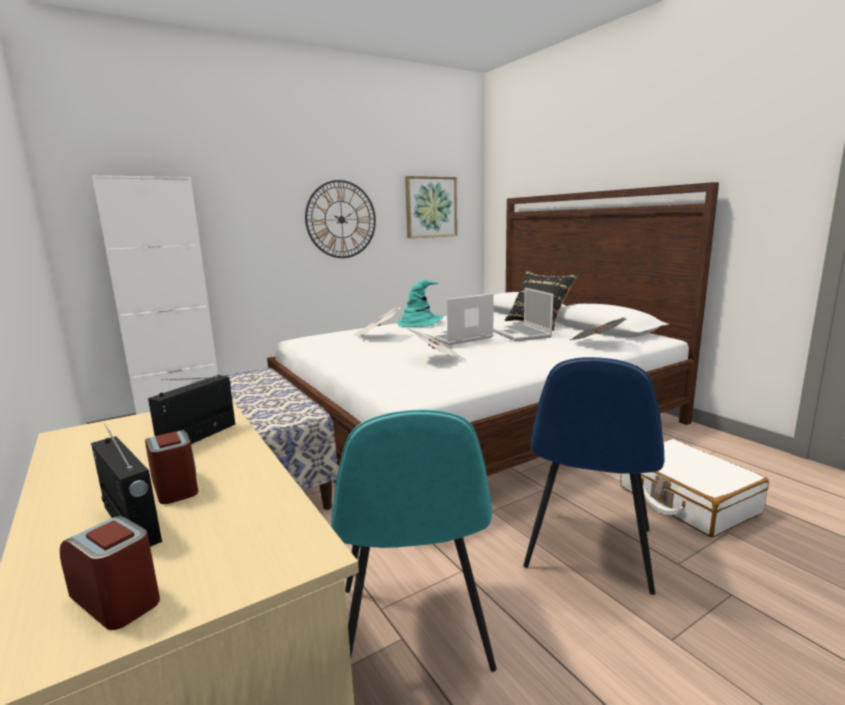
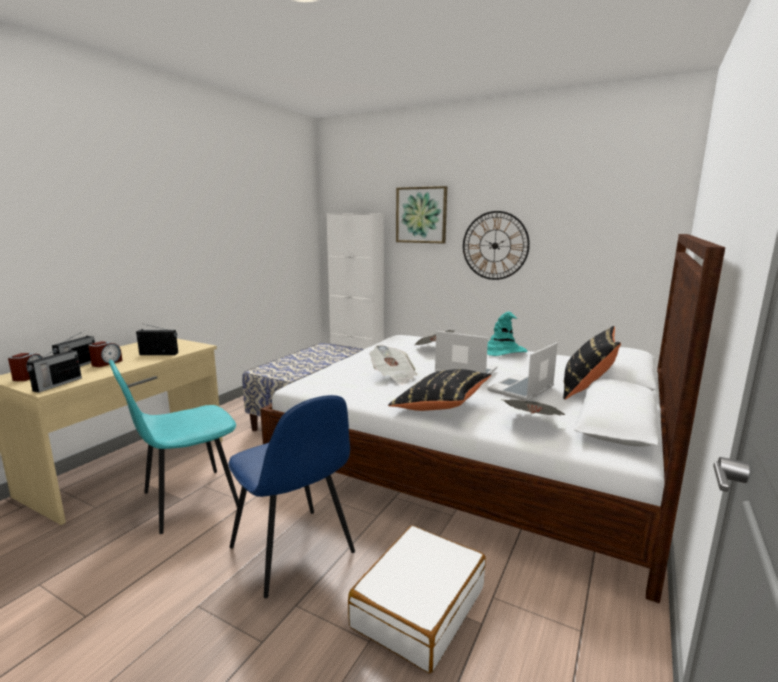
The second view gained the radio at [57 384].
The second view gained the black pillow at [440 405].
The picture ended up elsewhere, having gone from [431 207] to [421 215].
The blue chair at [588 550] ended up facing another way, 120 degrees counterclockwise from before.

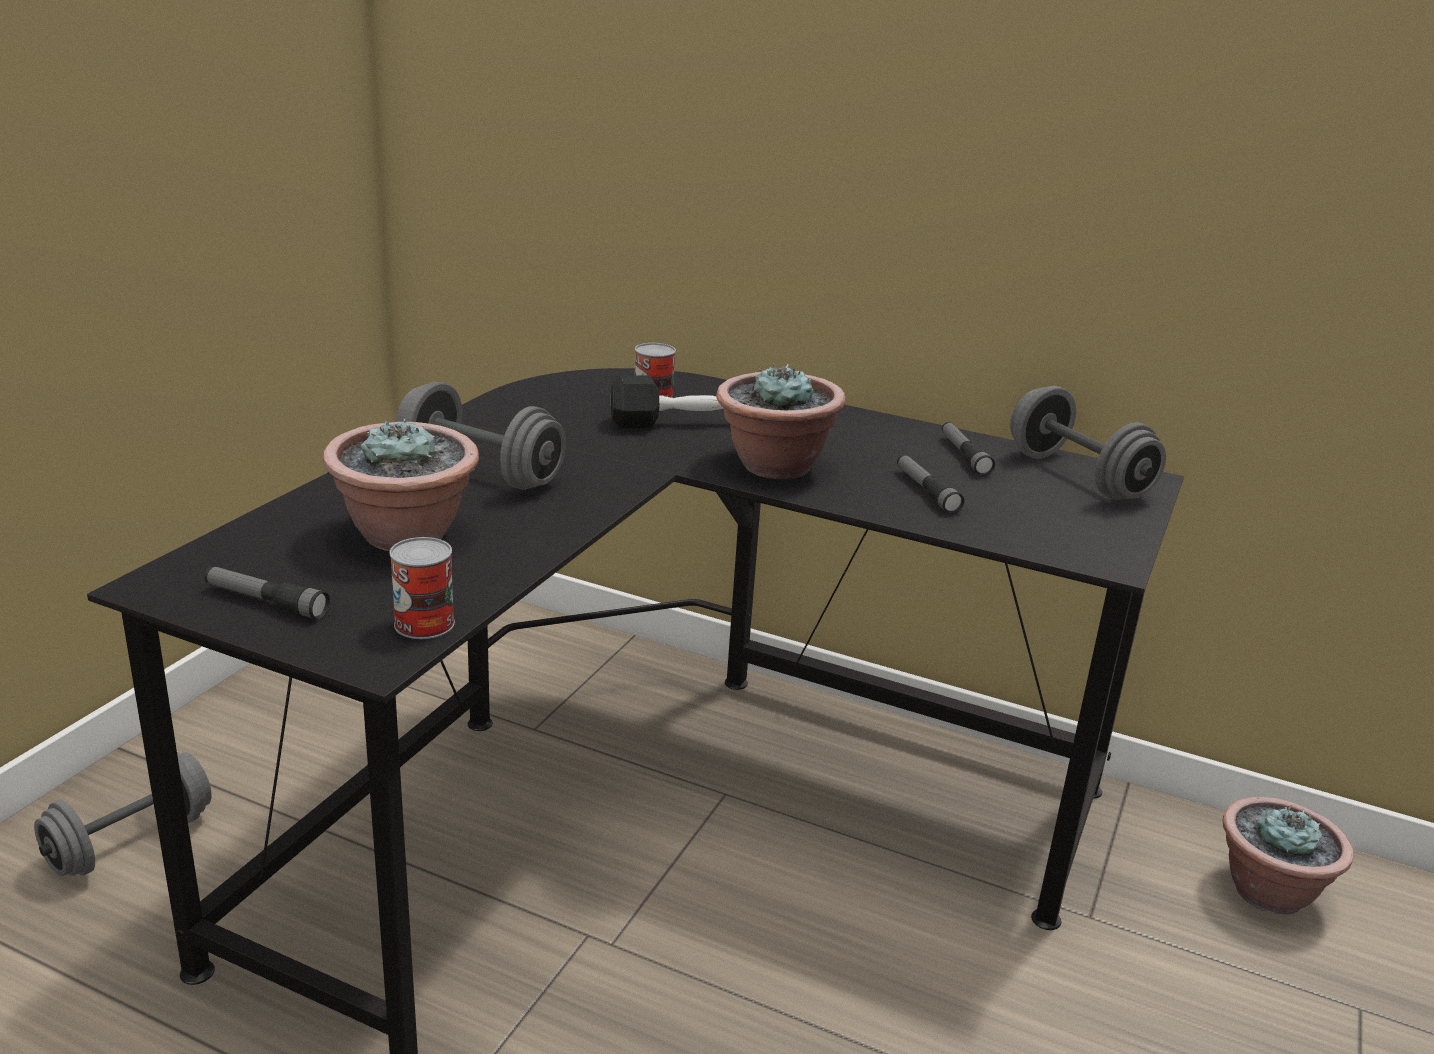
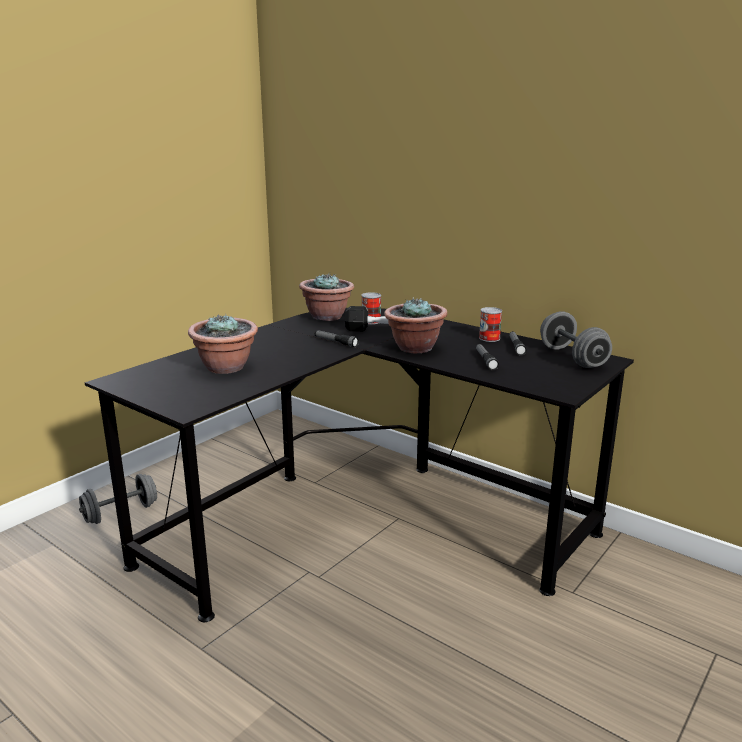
The second view lost the grey dumbbell at [481 472].
The flashlight ended up elsewhere, having gone from [266 602] to [336 342].
The can ended up elsewhere, having gone from [424 624] to [489 338].
The potted plant ended up elsewhere, having gone from [1268 892] to [327 317].

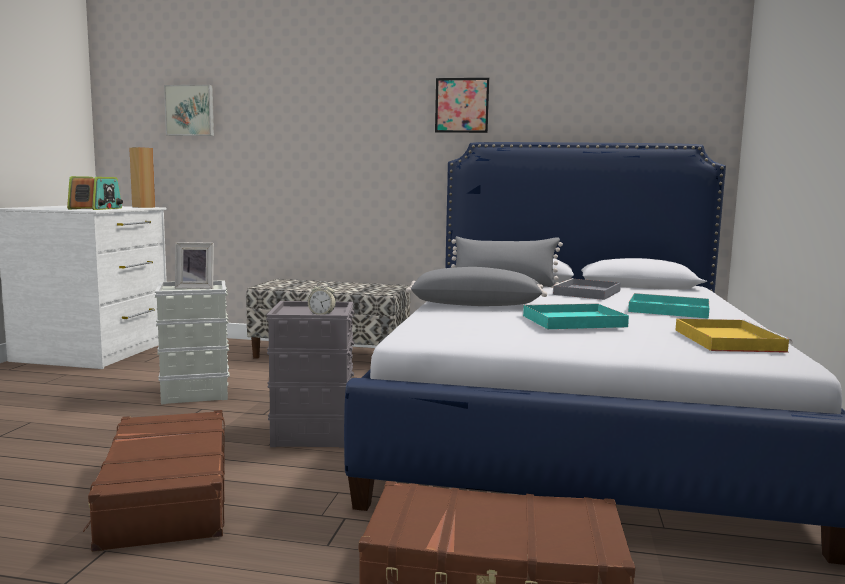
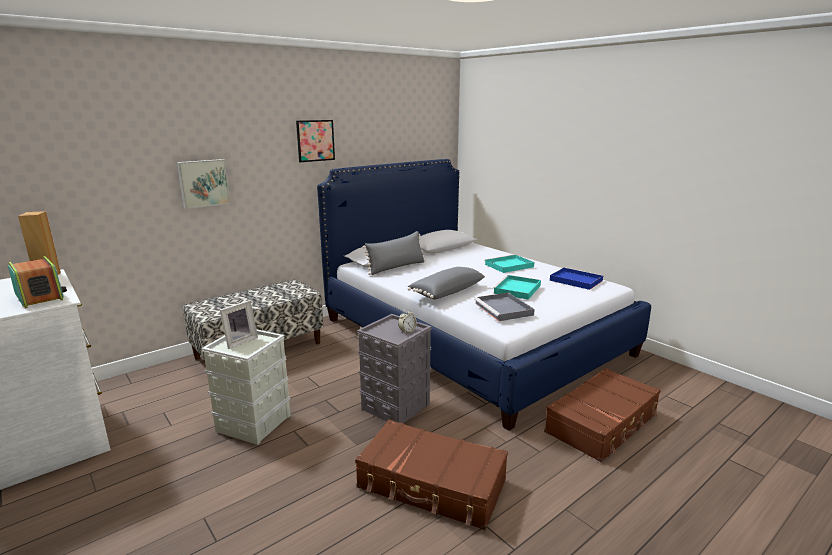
The picture ended up elsewhere, having gone from [190 110] to [203 183].
The grey tray ended up elsewhere, having gone from [587 293] to [504 309].
What was the yellow tray at [726 340] turned into the blue tray at [575 280].

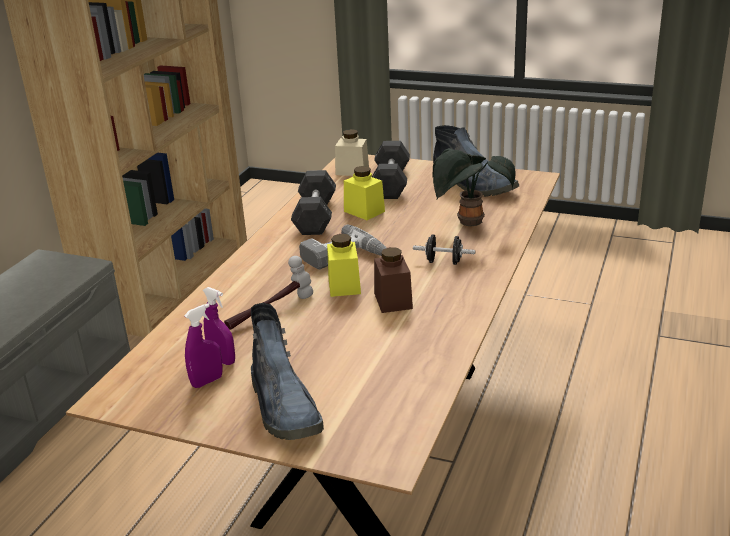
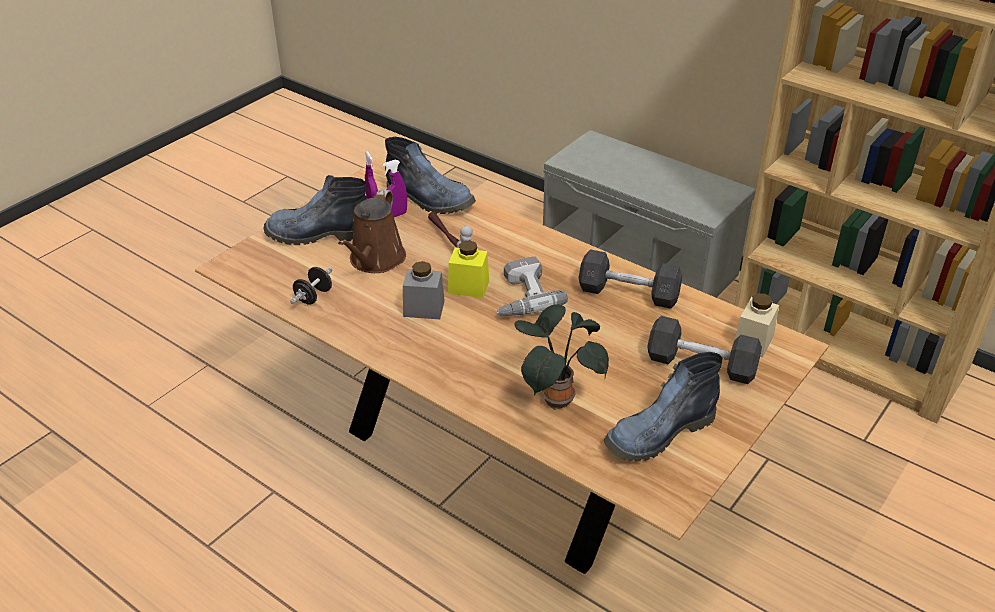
The second view lost the yellow jar at [364 211].
The second view gained the brown watering can at [375 260].
The second view gained the boot at [431 200].
The black dumbbell ended up elsewhere, having gone from [444 262] to [314 296].
What was the brown jar at [393 301] turned into the grey jar at [424 308].

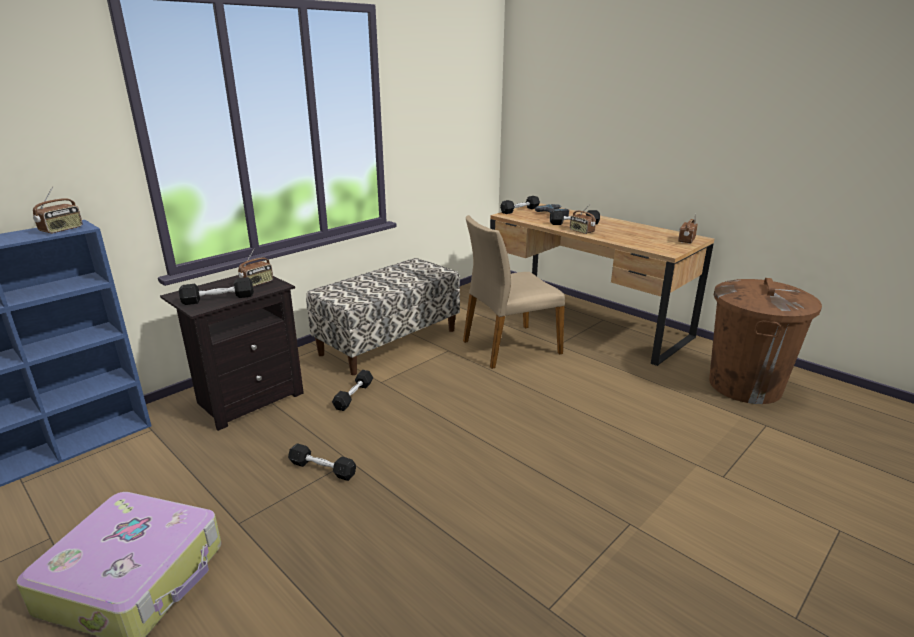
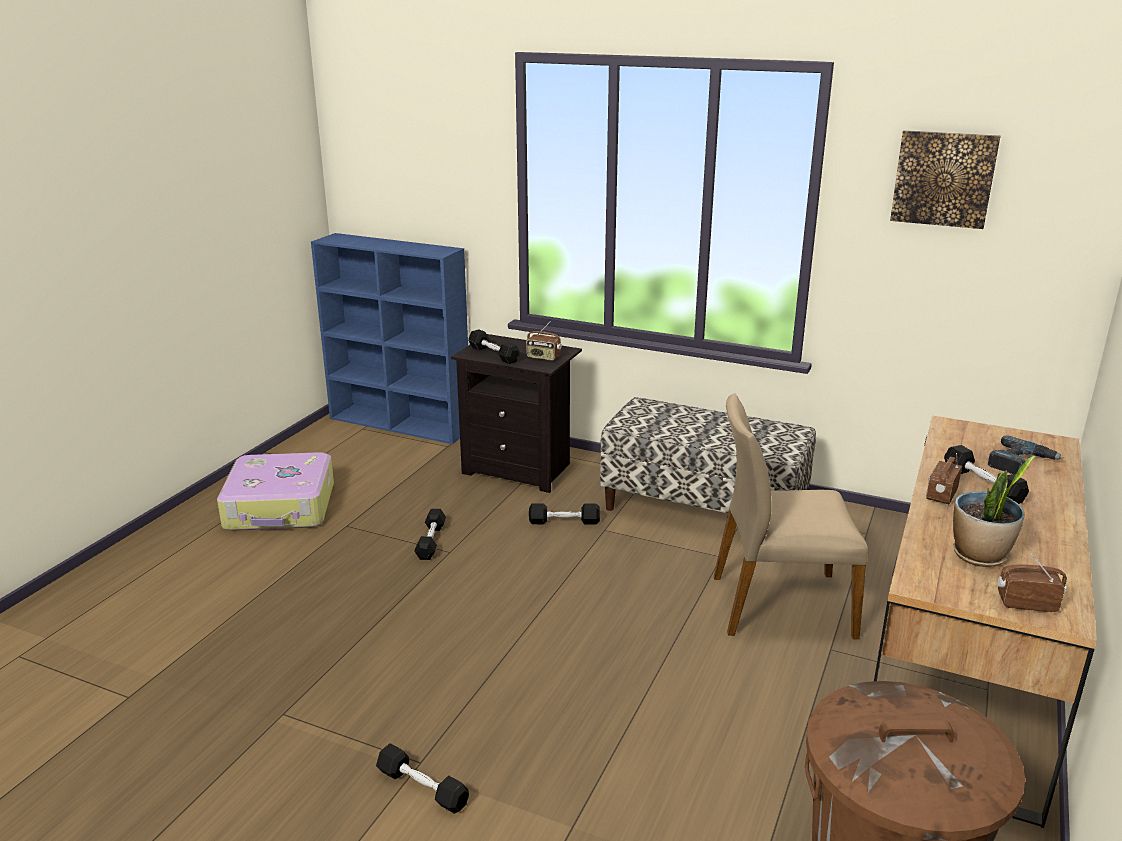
The second view lost the radio at [62 230].
The second view gained the picture at [943 178].
The second view gained the potted plant at [980 555].
The black dumbbell ended up elsewhere, having gone from [519 210] to [422 788].
The beige chair at [509 346] ended up facing another way, 45 degrees counterclockwise from before.

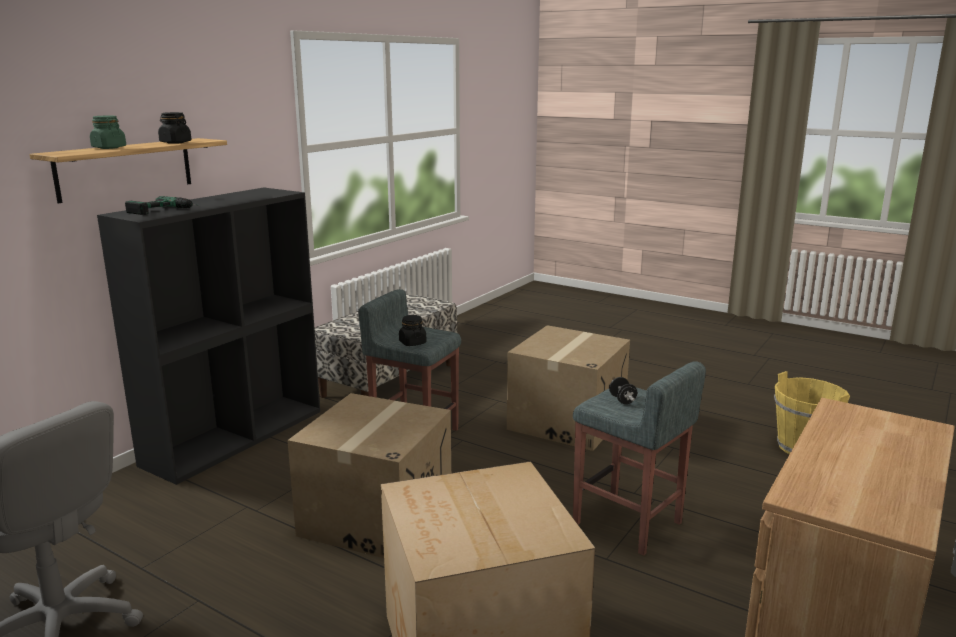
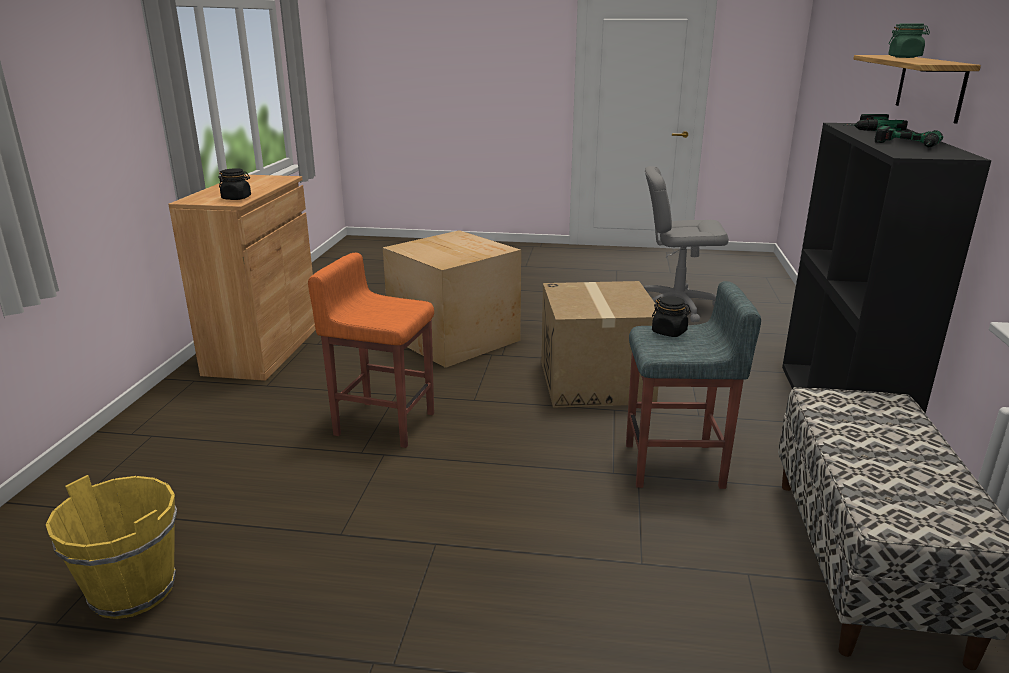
The second view lost the cardboard box at [567 421].
The second view lost the black dumbbell at [622 400].
The second view gained the power drill at [905 145].
The black jar ended up elsewhere, having gone from [175 142] to [236 198].
What was the grey stool at [628 523] turned into the orange stool at [383 423].

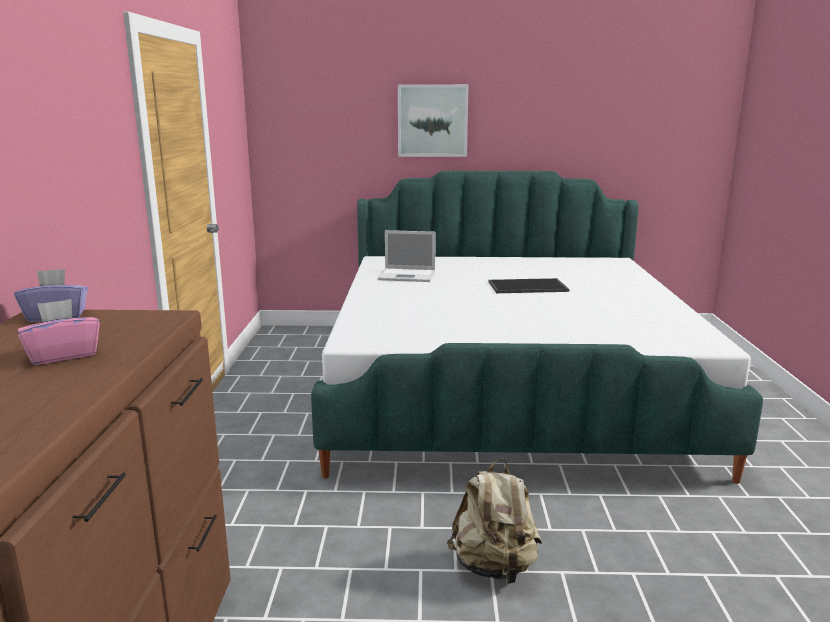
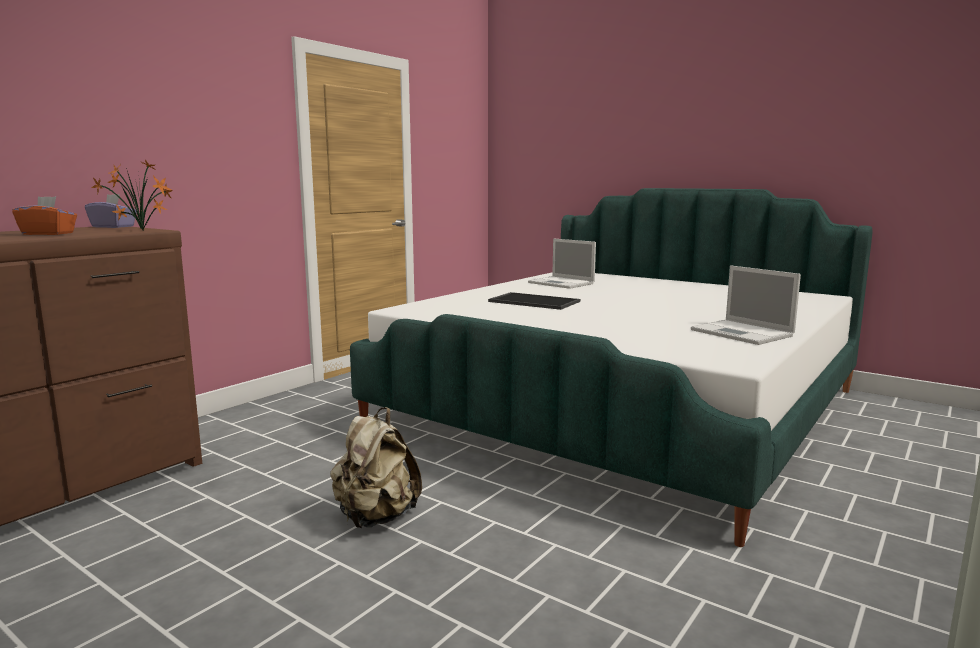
The second view lost the picture at [432 120].
The second view gained the potted plant at [143 231].
The second view gained the laptop at [743 333].
The tray ended up elsewhere, having gone from [527 287] to [532 302].
What was the pink tissue box at [63 355] turned into the orange tissue box at [48 234].

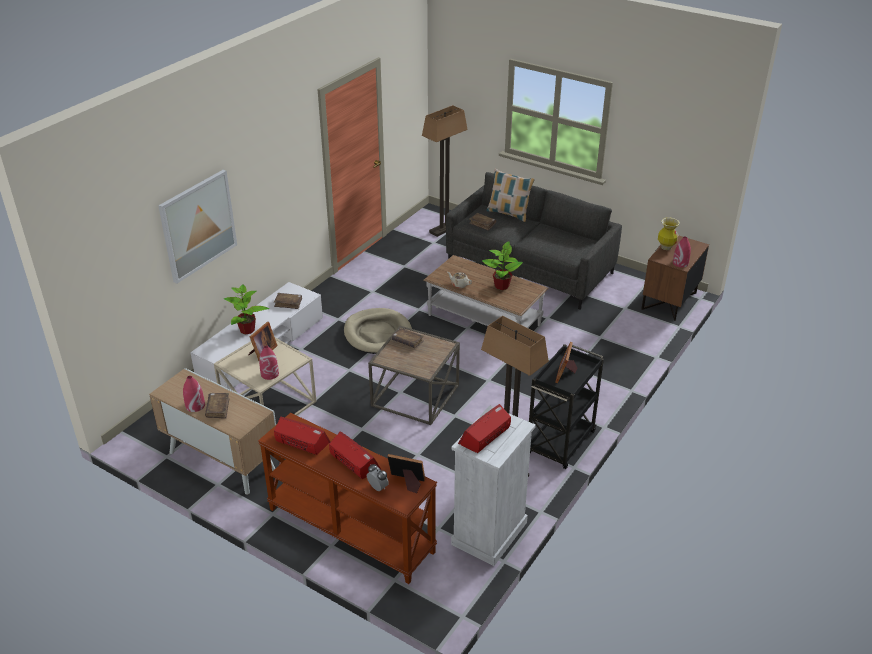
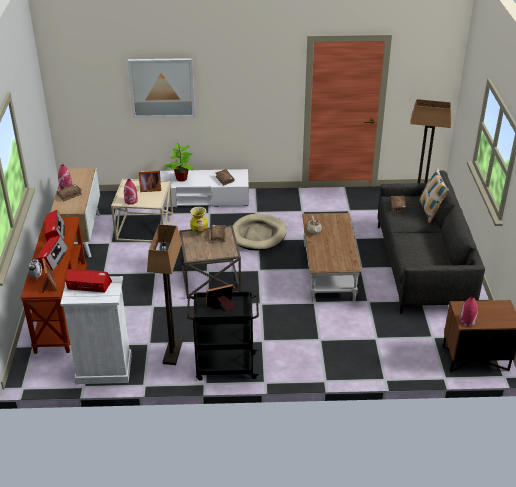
The second view lost the potted plant at [502 286].
The vase ended up elsewhere, having gone from [666 247] to [199 233].

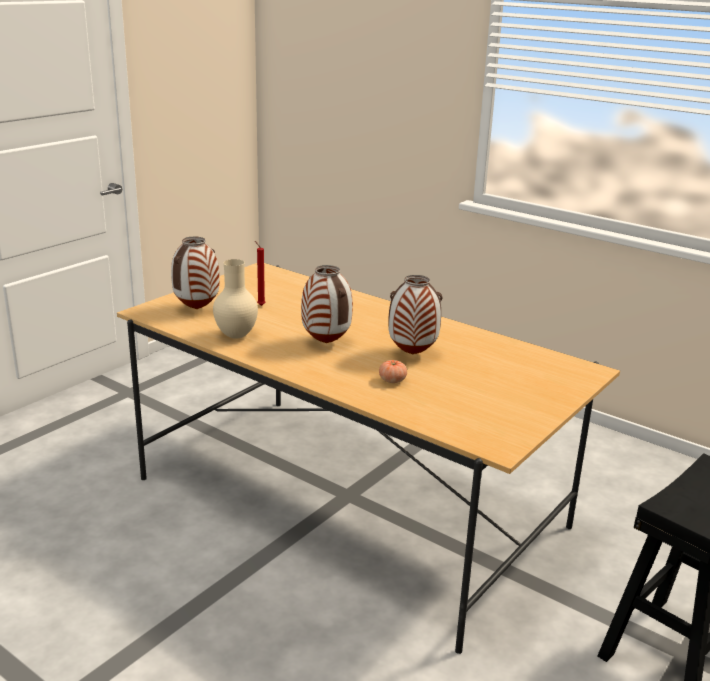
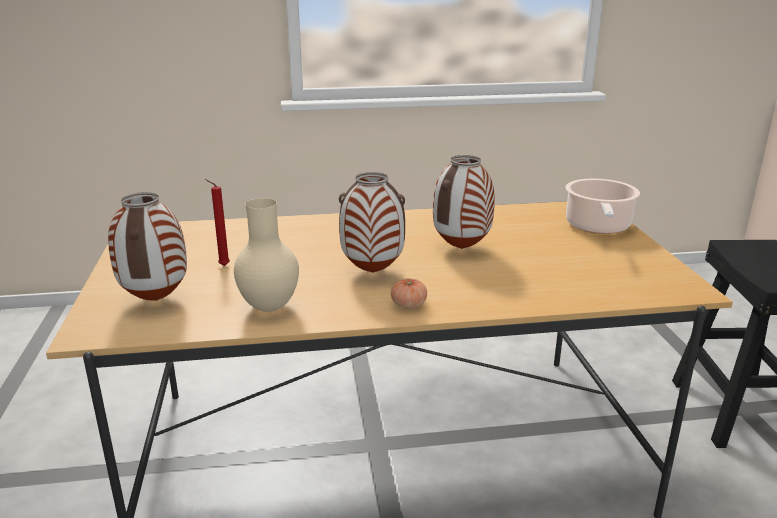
The second view gained the cooking pot at [597 227].
The tomato ended up elsewhere, having gone from [392 380] to [408 305].

